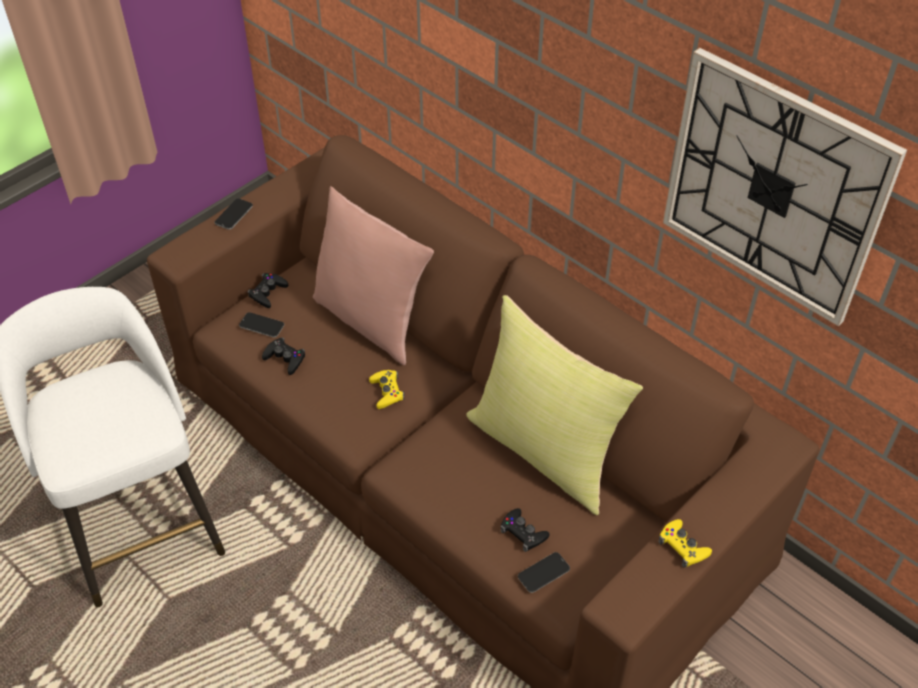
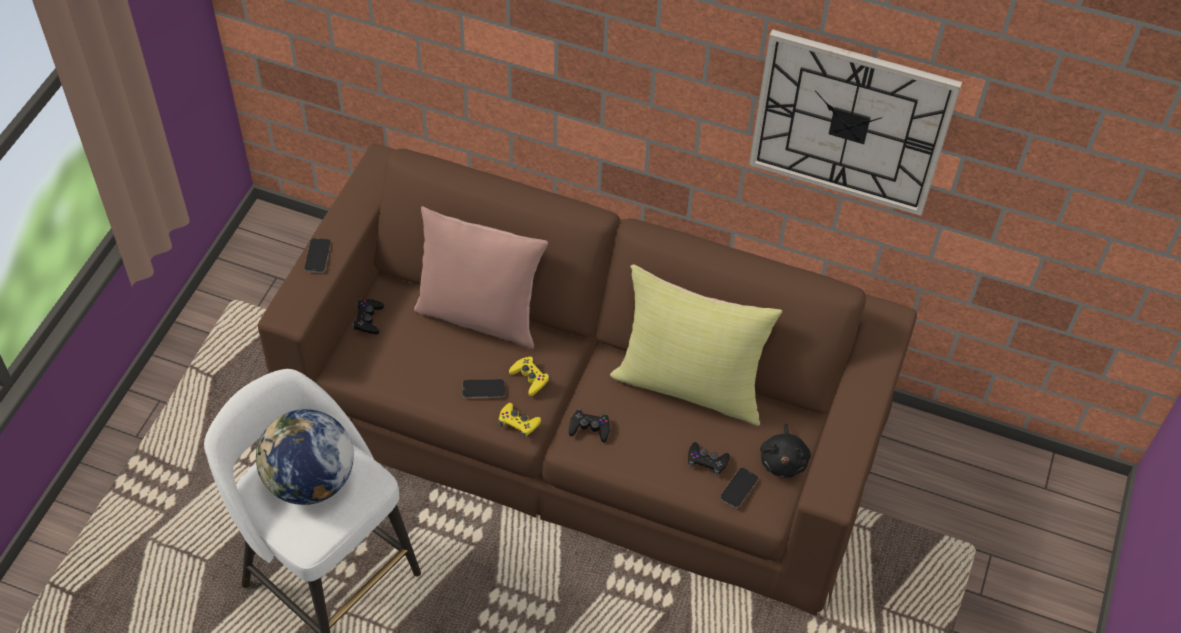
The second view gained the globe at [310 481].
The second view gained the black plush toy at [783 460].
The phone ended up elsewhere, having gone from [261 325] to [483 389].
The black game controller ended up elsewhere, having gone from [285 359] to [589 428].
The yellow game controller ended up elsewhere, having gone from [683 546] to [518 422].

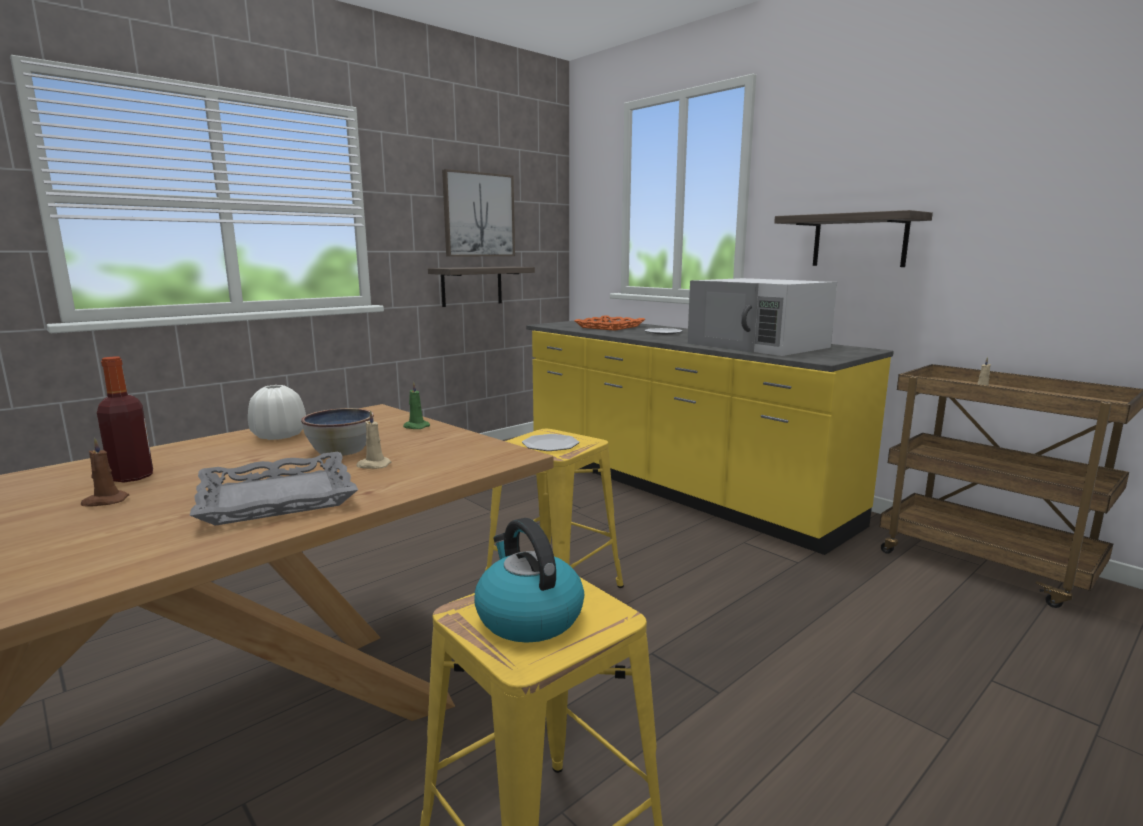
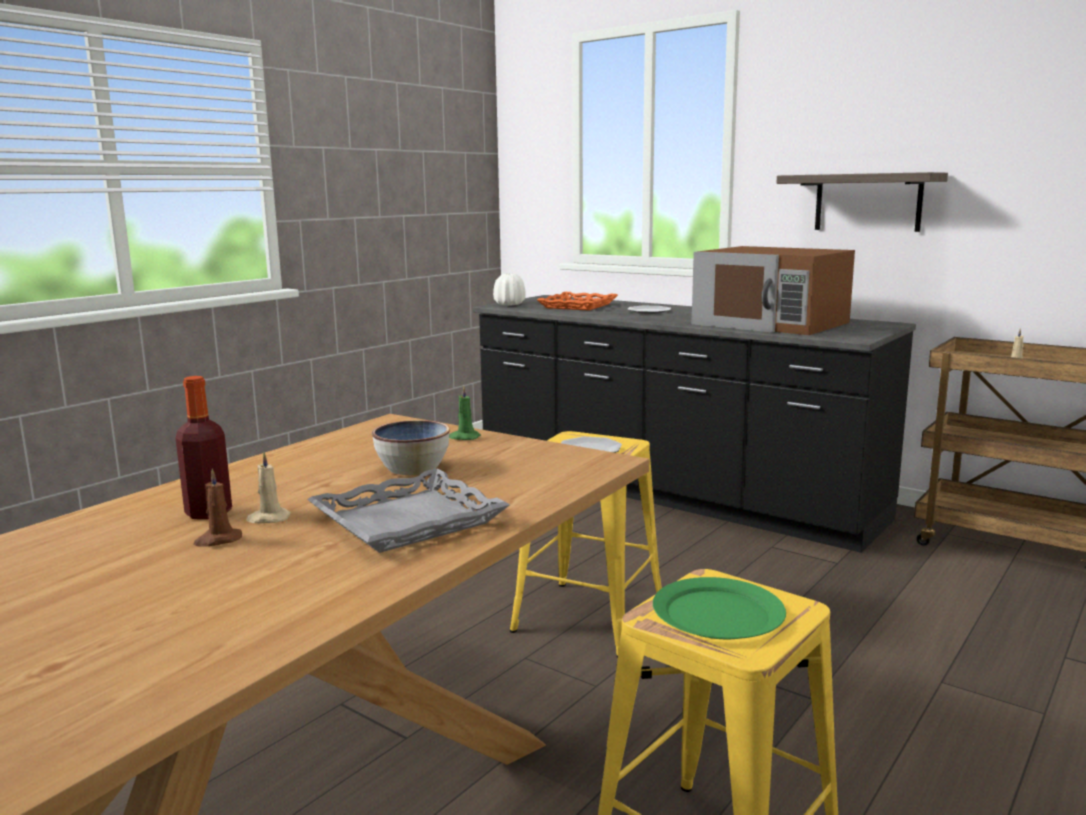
The second view lost the shelf at [472 286].
The second view lost the picture at [478 215].
The white vase ended up elsewhere, having gone from [279 436] to [509 304].
The beige candle ended up elsewhere, having gone from [373 465] to [268 519].
Where the kettle stood at [528 617], the green plate came to stand at [718 615].
What was the yellow counter at [676 488] turned into the black counter at [670 493].
What was the white microwave at [758 345] turned into the brown microwave at [771 323].

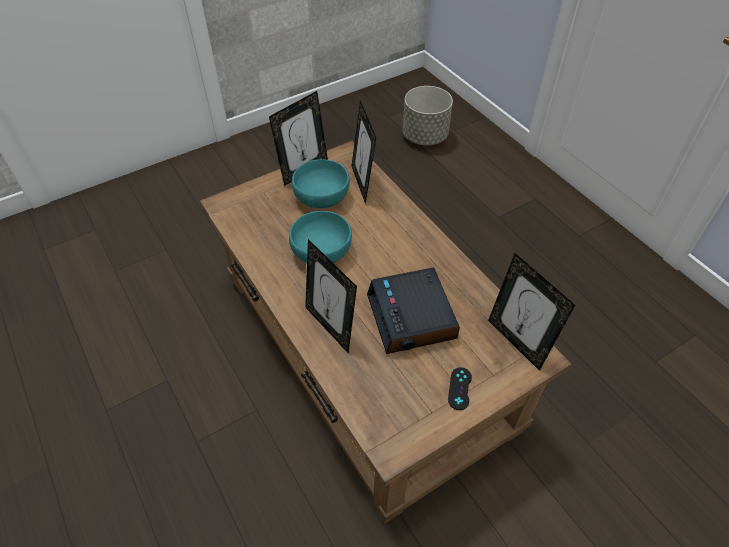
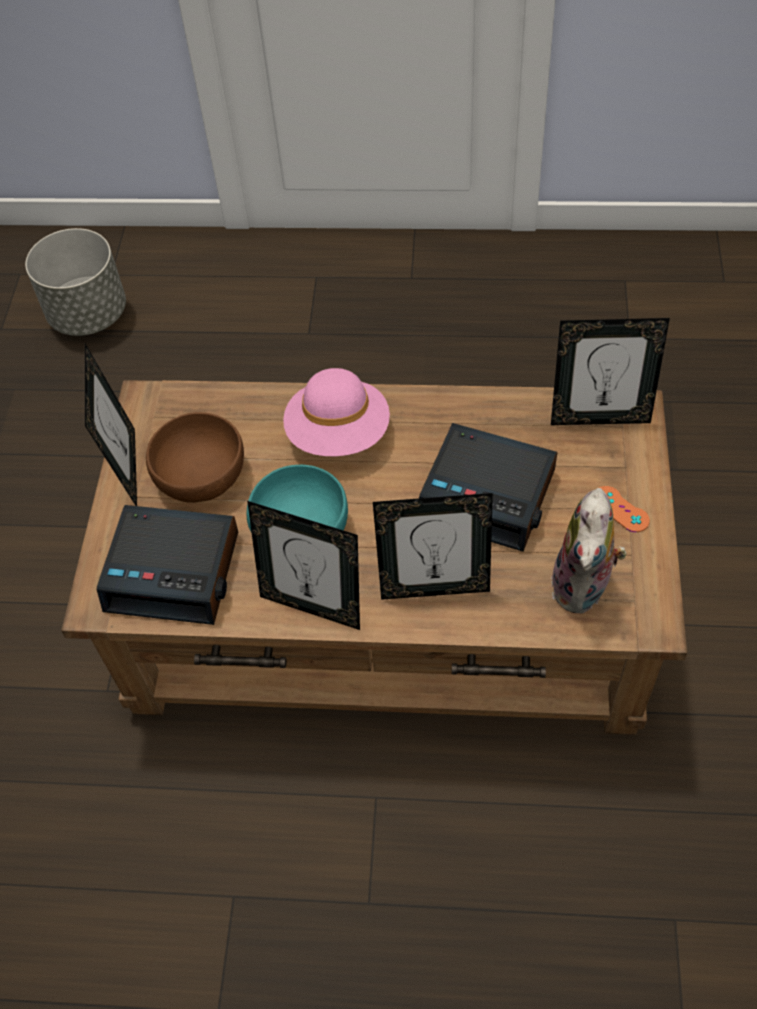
The second view gained the alarm clock at [174 571].
The second view gained the pink hat at [339 433].
The second view gained the plush toy at [584 587].
The picture frame ended up elsewhere, having gone from [362 183] to [313 605].
What was the turquoise bowl at [322 196] turned into the brown bowl at [201 474].
What was the black game controller at [459 388] turned into the orange game controller at [620 509].

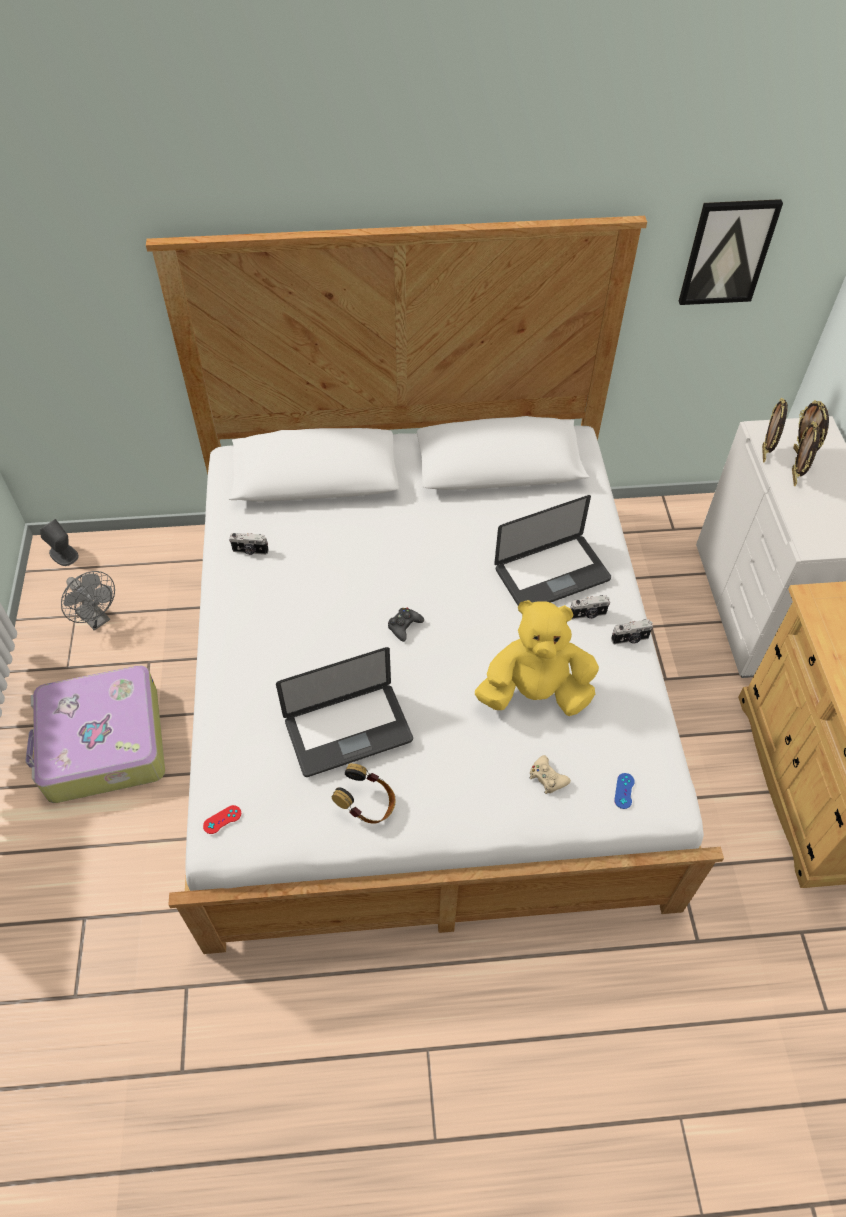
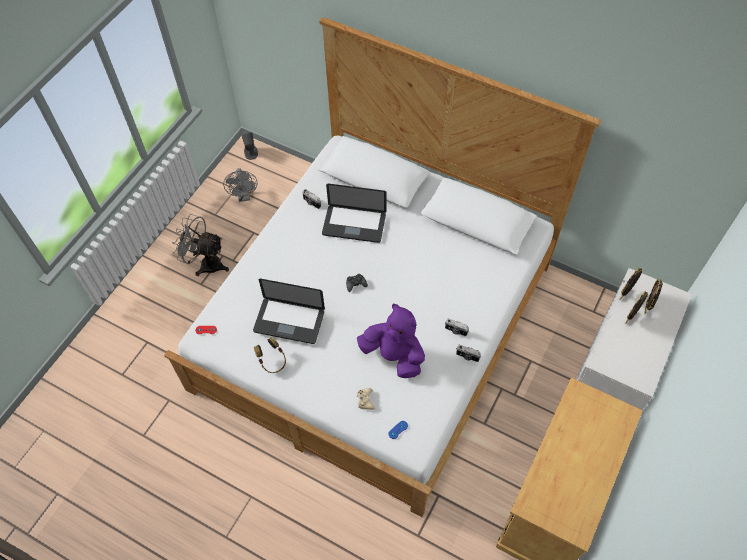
The second view lost the picture at [727 252].
The laptop ended up elsewhere, having gone from [552 574] to [354 224].
Where the suitcase stood at [102 744], the grey fan came to stand at [206 263].
What was the yellow plush toy at [535 693] turned into the purple plush toy at [394 355].

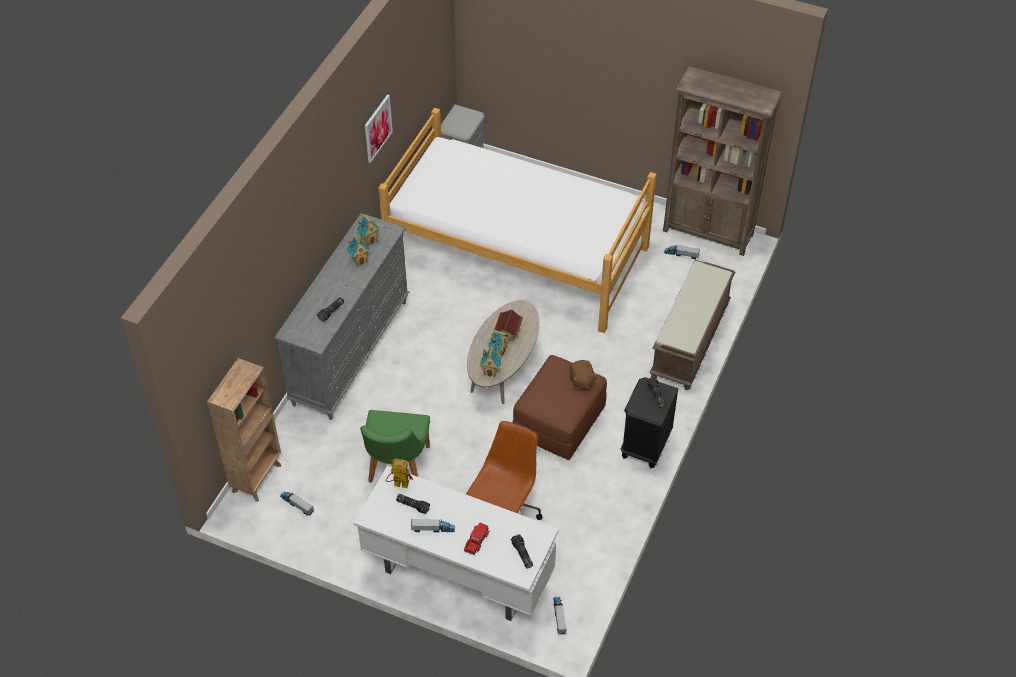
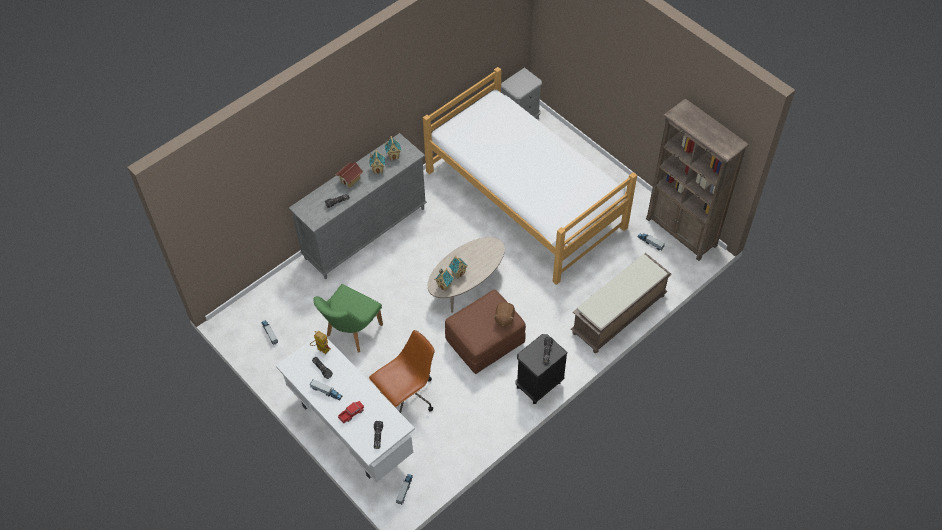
The second view lost the brown bookcase at [257 477].
The second view lost the picture at [377 128].
The toy house ended up elsewhere, having gone from [508 333] to [350 180].

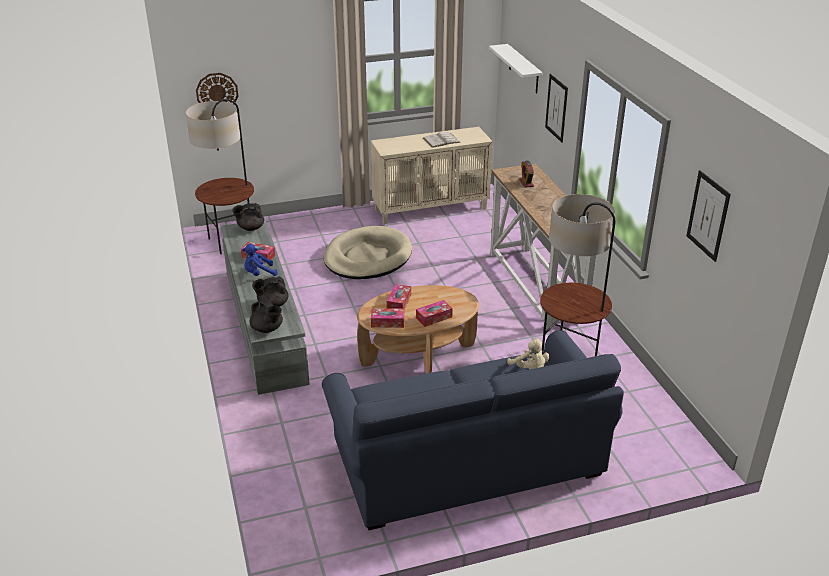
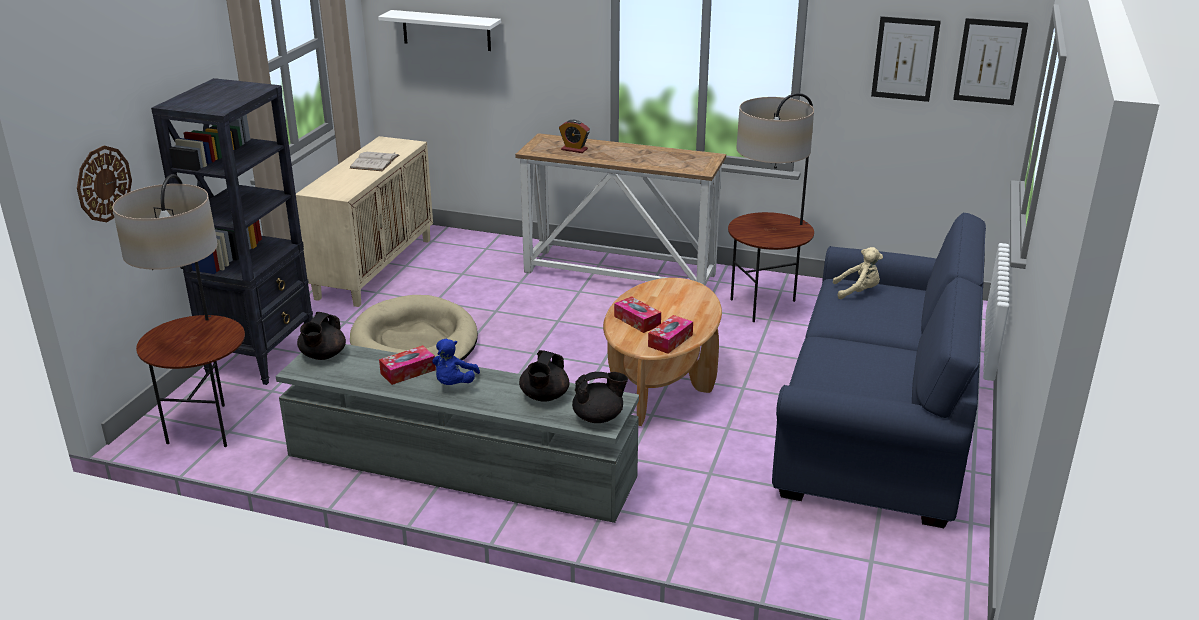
The second view lost the tissue box at [434 317].
The second view gained the black bookcase at [262 356].
The picture ended up elsewhere, having gone from [556 108] to [989 61].

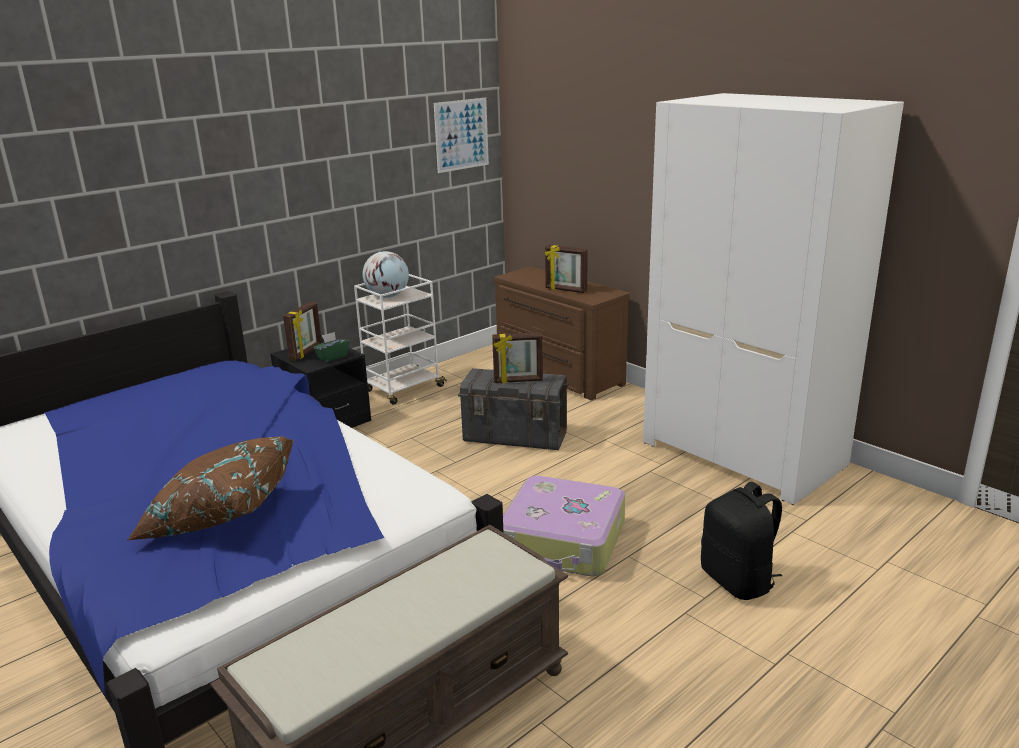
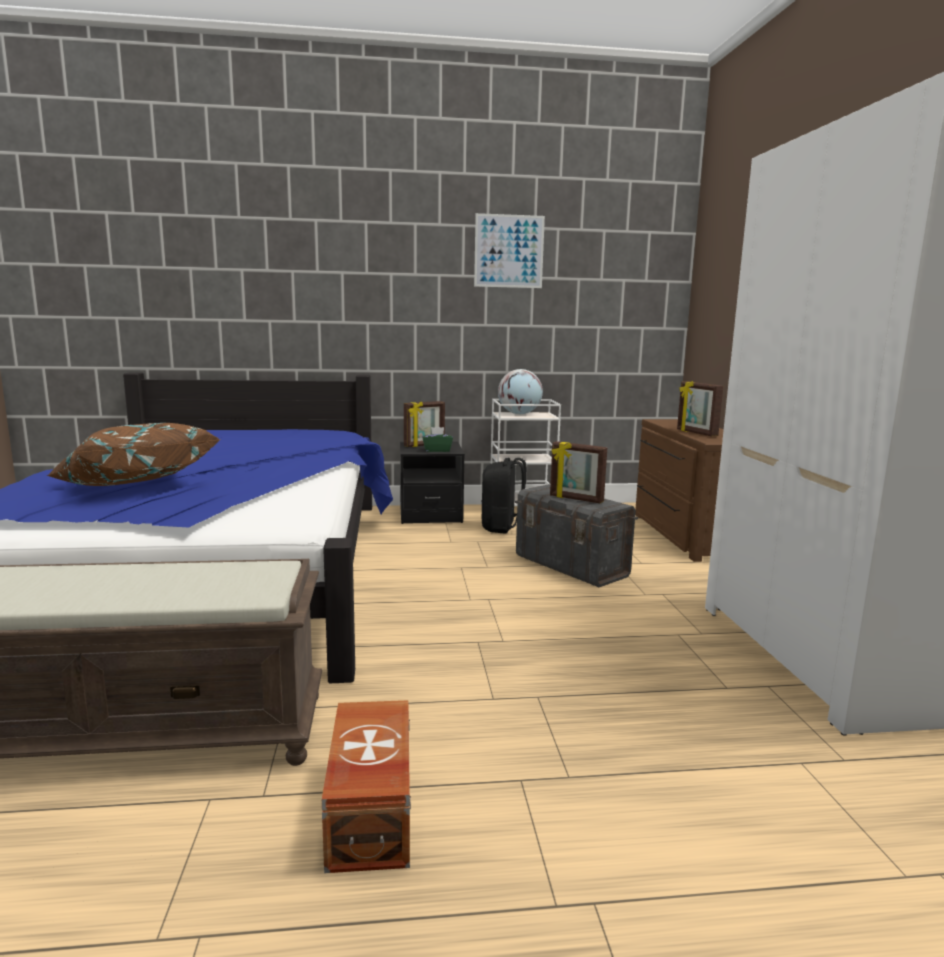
The second view lost the suitcase at [563 541].
The second view gained the brown storage box at [368 812].
The picture ended up elsewhere, having gone from [461 134] to [509 251].
The black backpack ended up elsewhere, having gone from [738 581] to [503 527].

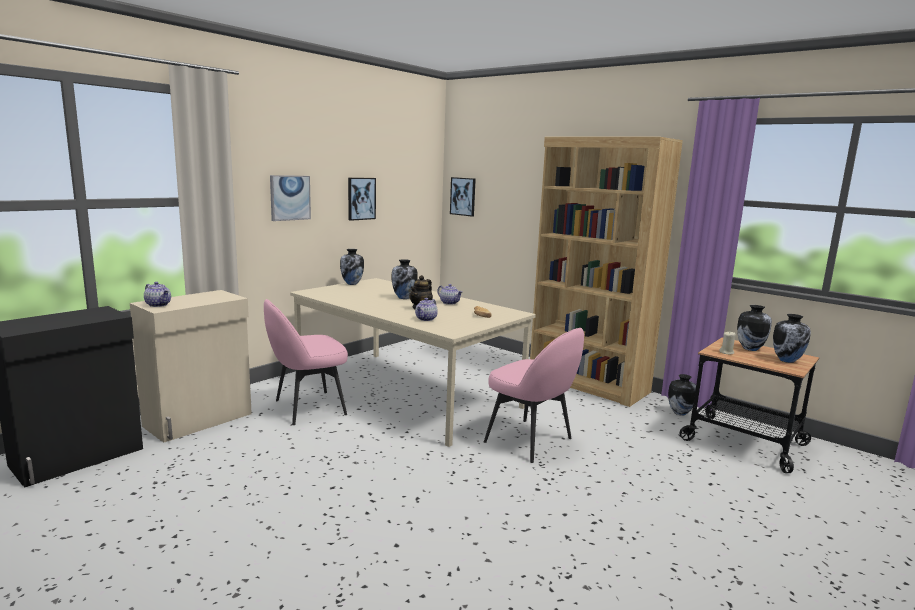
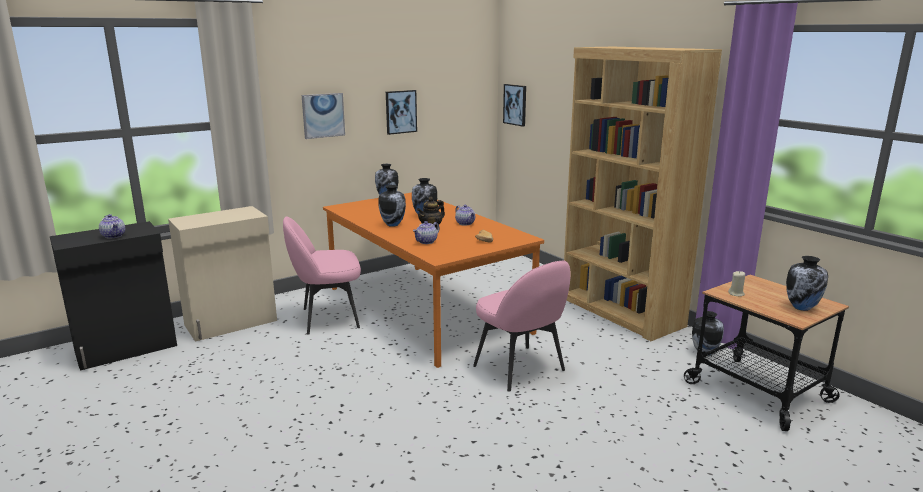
The teapot ended up elsewhere, having gone from [158 305] to [114 236].
The vase ended up elsewhere, having gone from [750 348] to [393 224].
What was the beige dining table at [407 392] turned into the orange dining table at [427 309].

